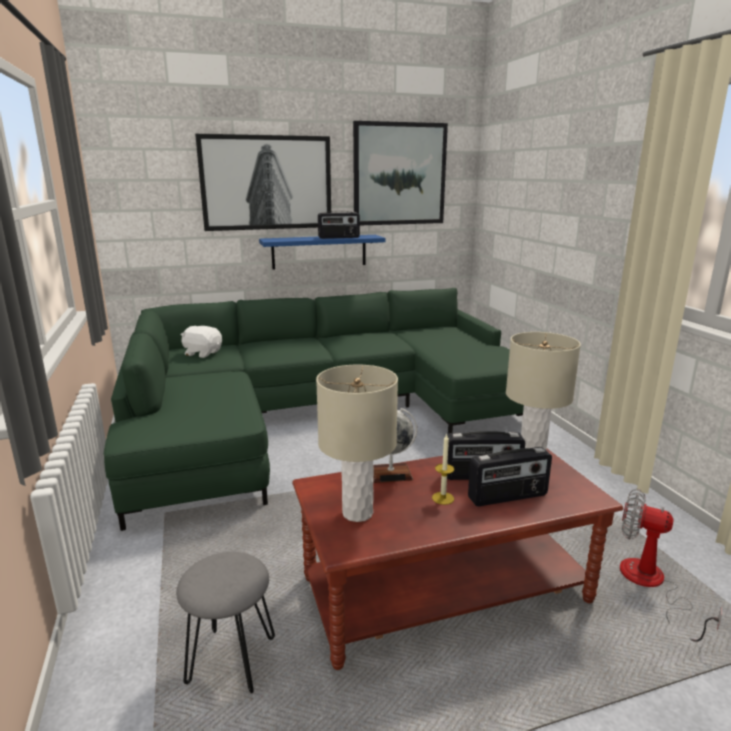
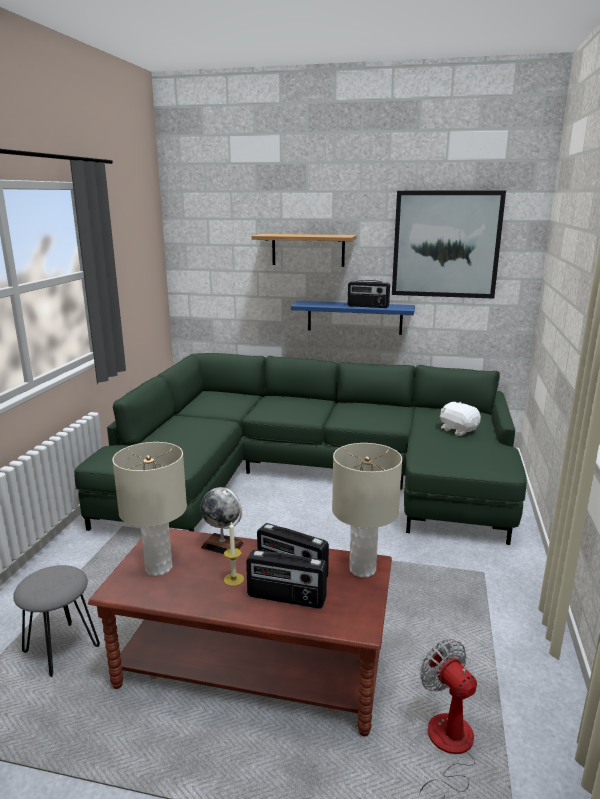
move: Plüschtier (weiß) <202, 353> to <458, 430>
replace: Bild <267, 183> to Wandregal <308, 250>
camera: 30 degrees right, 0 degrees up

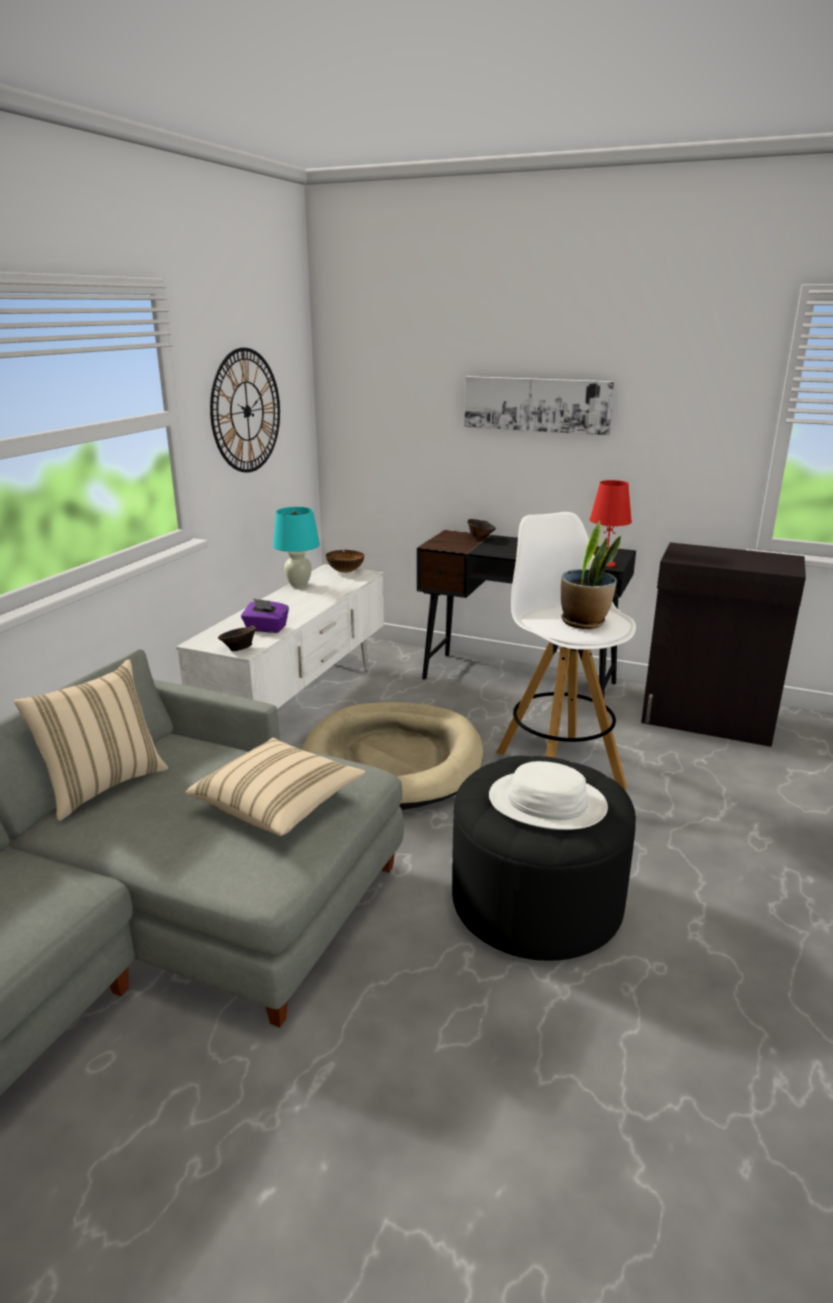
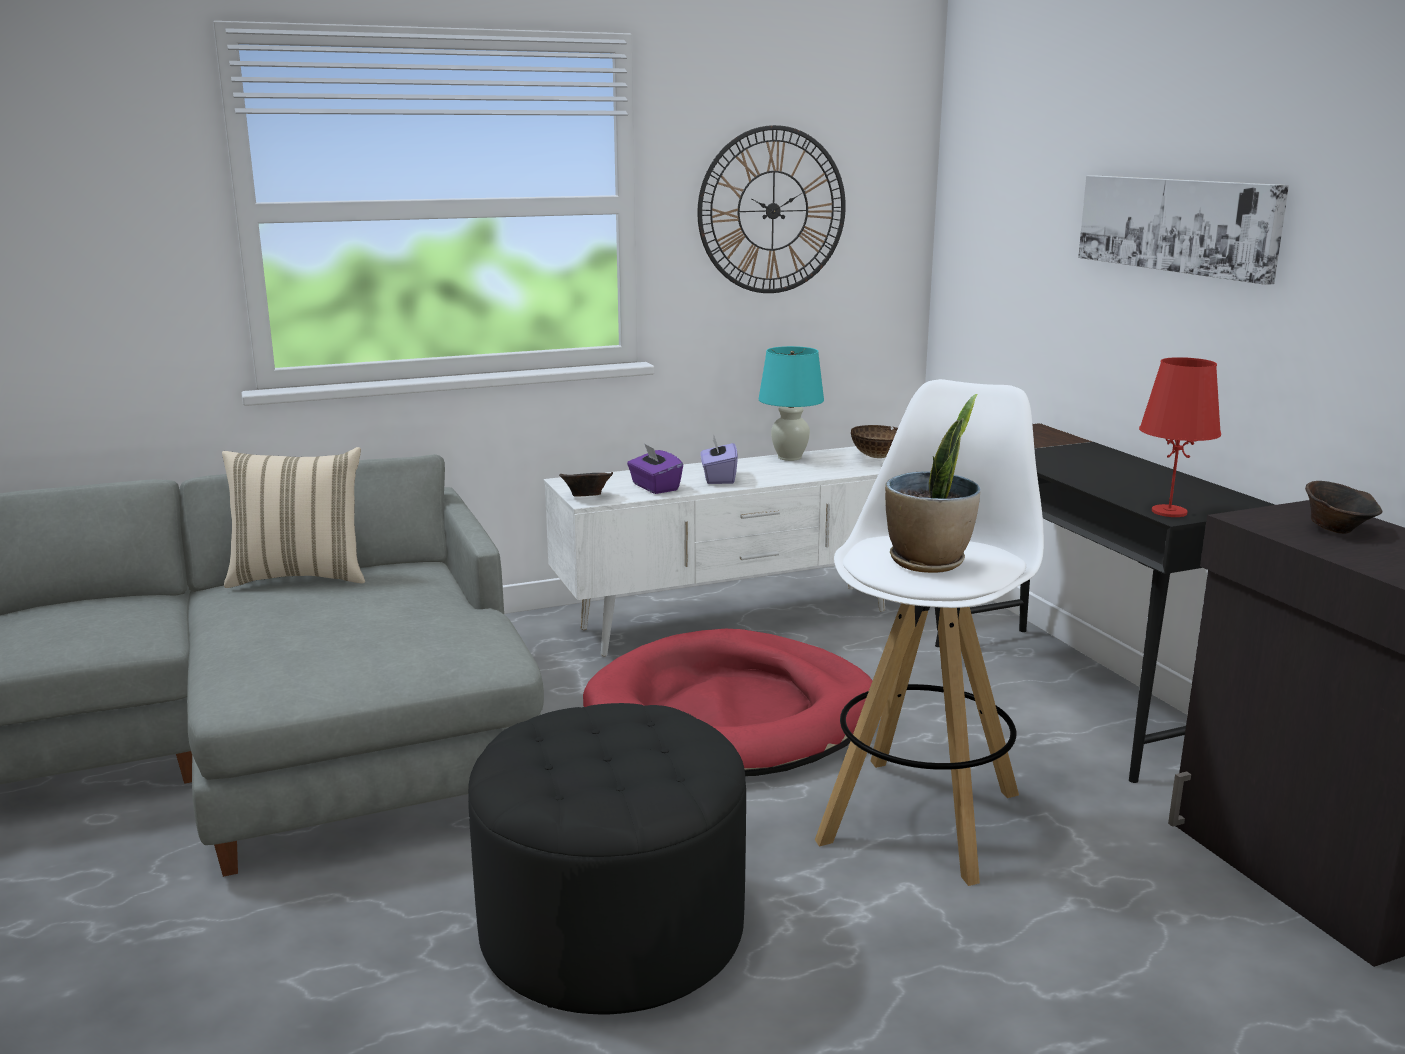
delete: Kissen (beige) <279, 804>; Hut (weiß) <547, 803>
insert: Taschentuchbox (lila) <718, 478>
move: Schüssel (braun) <480, 538> to <1337, 530>
recolor: Hundebett (beige) <393, 761> to Hundebett (rot) <732, 714>
camera: 45 degrees right, 5 degrees down

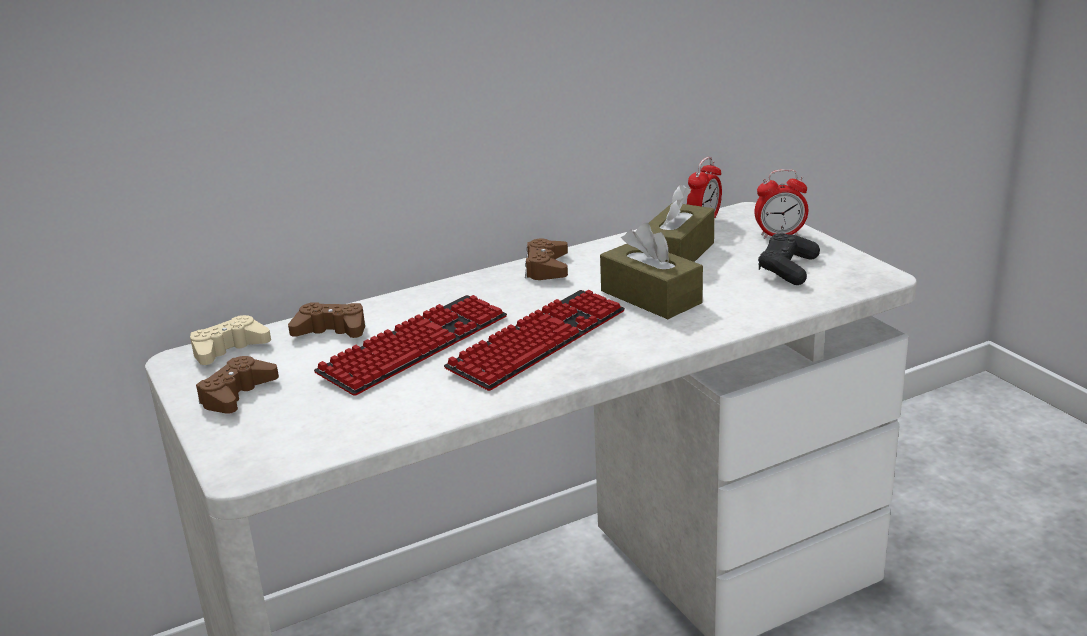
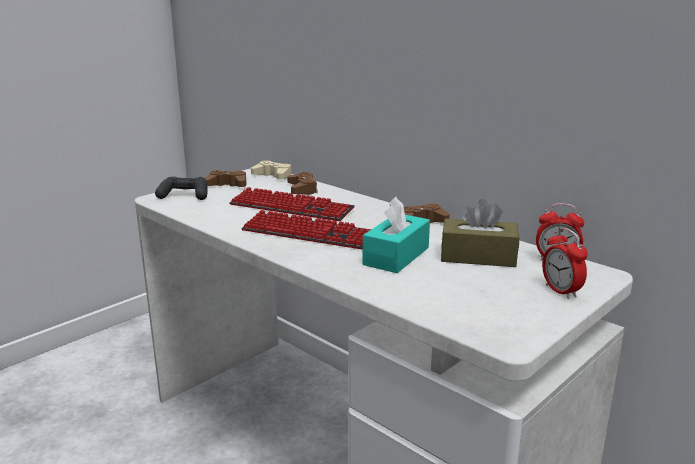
move: Gamepad (schwarz) <787, 269> to <184, 196>
recolor: Taschentuchbox (braun) <651, 297> to Taschentuchbox (türkis) <396, 256>
camera: 70 degrees right, 5 degrees down

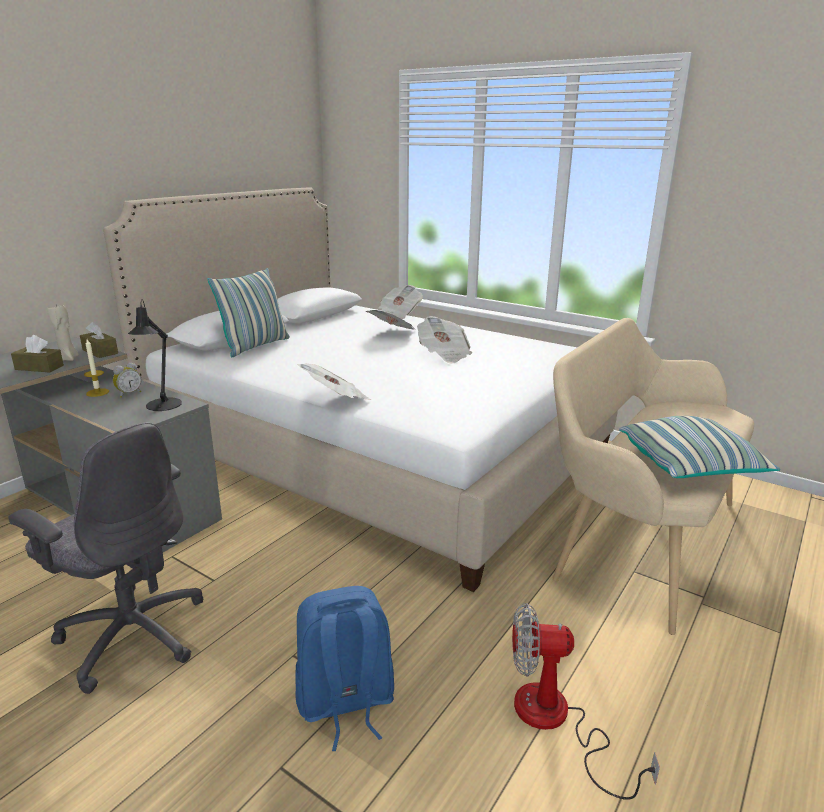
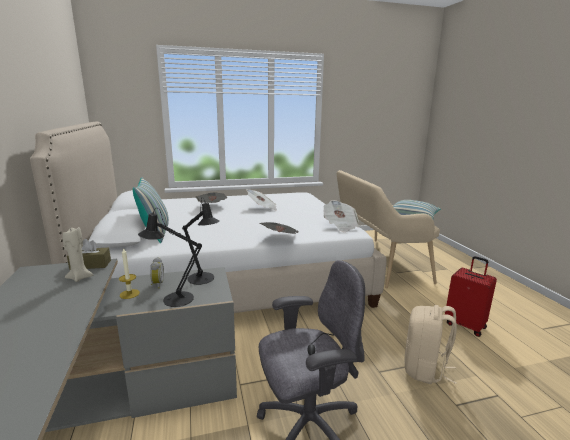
delete: Taschentuchbox (braun) <39, 367>
insert: Tischlampe (schwarz) <173, 299>
move: Zeitung <398, 315> to <340, 225>
replace: Ventilator <555, 722> to Koffer (rot) <465, 325>
recolor: Rucksack (blau) <345, 703> to Rucksack (beige) <425, 369>
camera: 50 degrees left, 5 degrees down

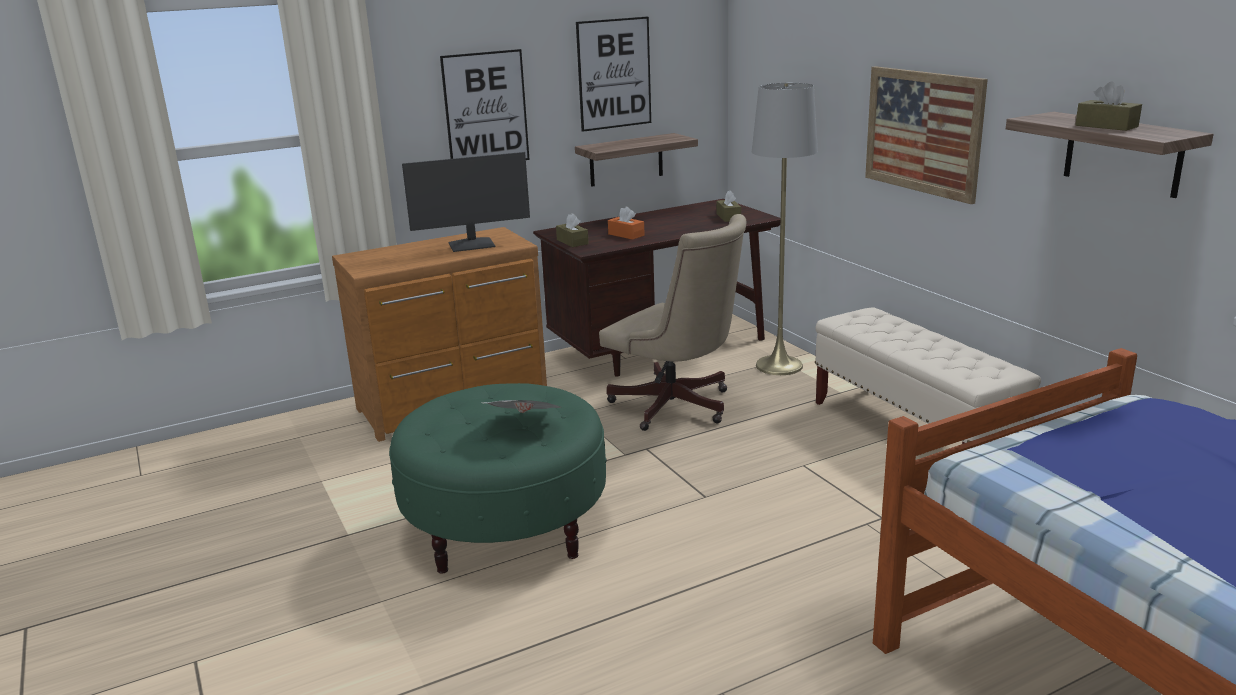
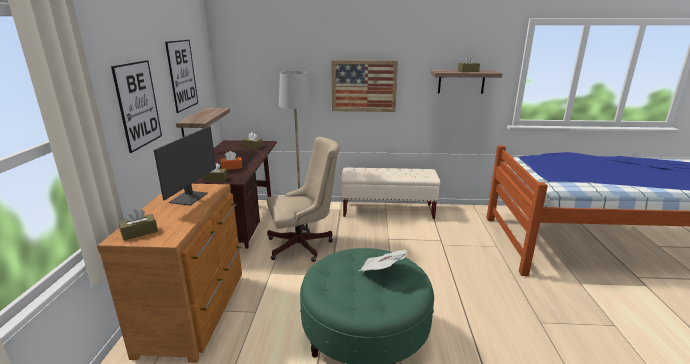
insert: Taschentuchbox (braun) <139, 232>
camera: 60 degrees left, 0 degrees up

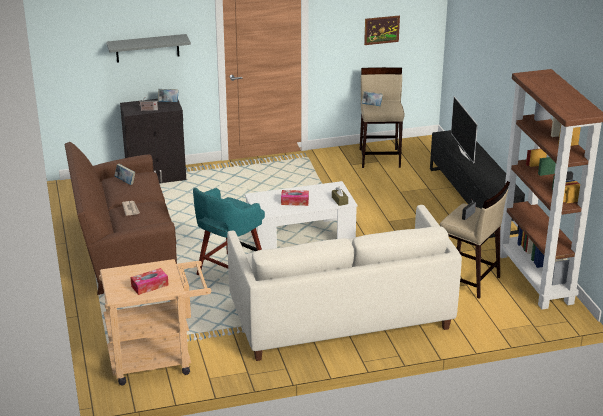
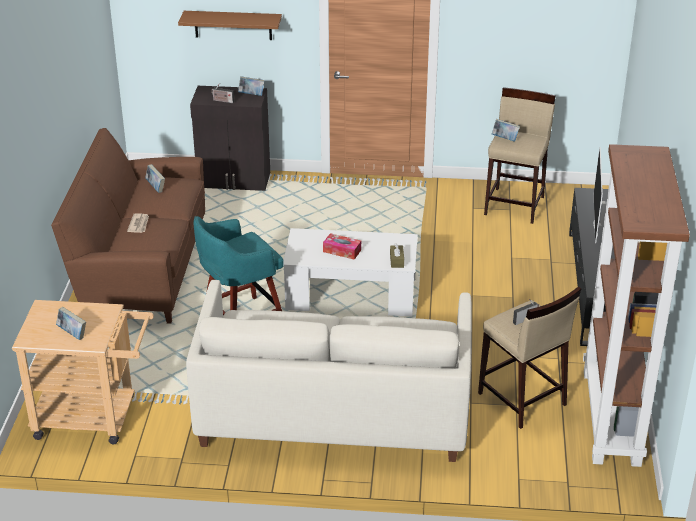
delete: Bild <381, 30>
replace: Taschentuchbox <149, 286> to Buch <72, 333>
recolor: Wandregal (grau) <147, 48> to Wandregal (braun) <233, 25>
camera: 20 degrees right, 5 degrees up

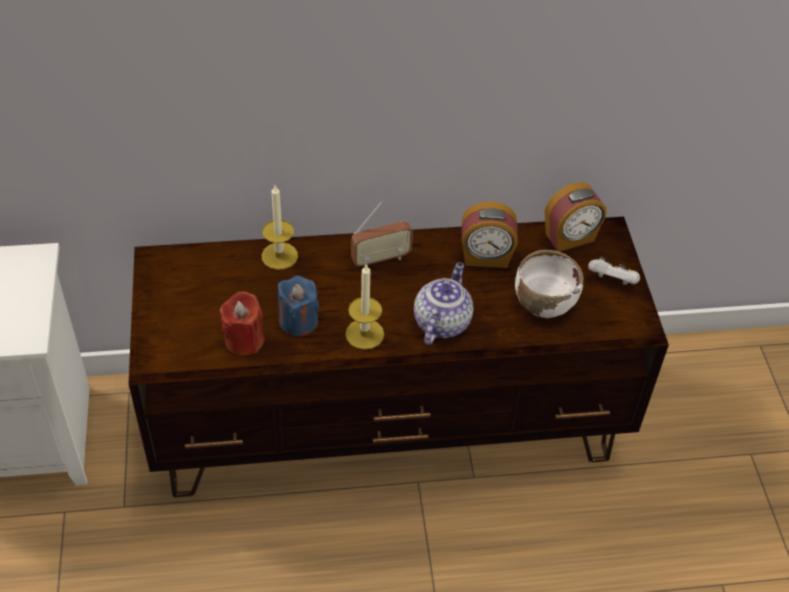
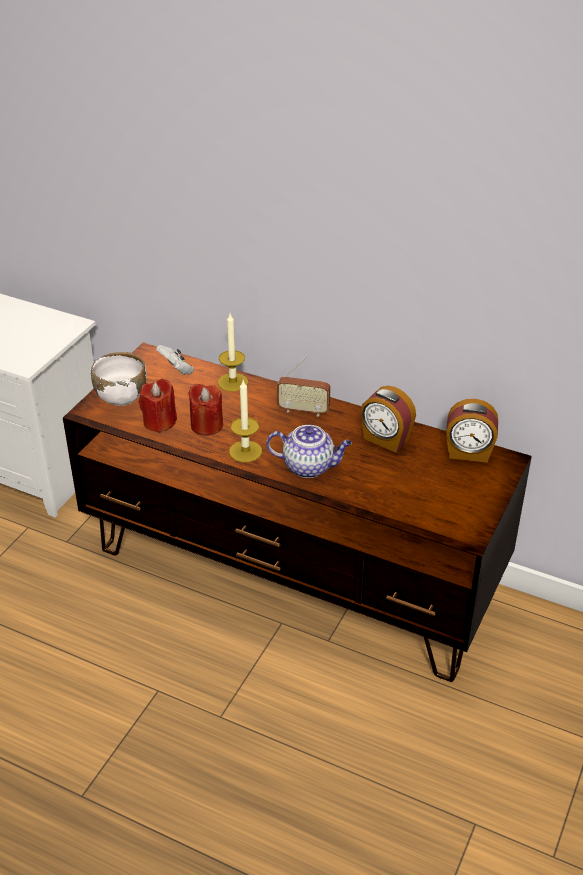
move: Schüssel (weiß) <543, 303> to <121, 396>; Gamepad (weiß) <612, 281> to <177, 370>
recolor: Kerze (blau) <298, 321> to Kerze (rot) <207, 425>
rotate: Teekanne <441, 322> = <309, 466> 45 degrees clockwise
camera: 35 degrees right, 10 degrees down

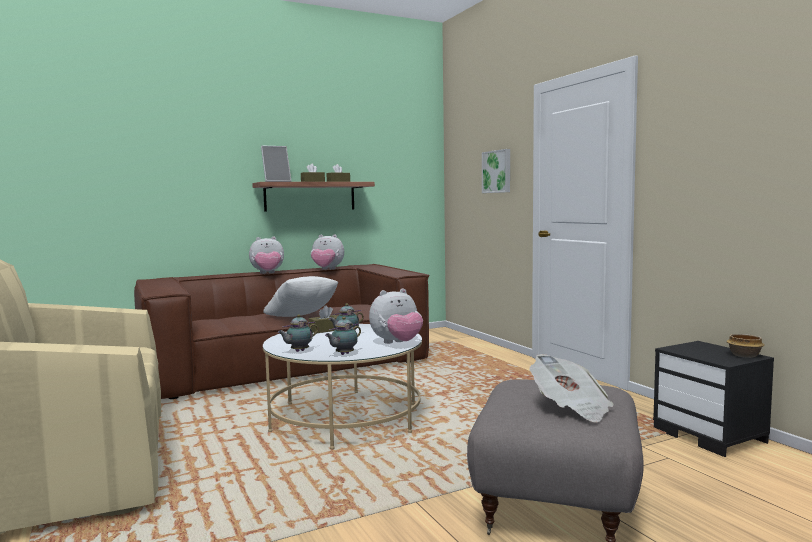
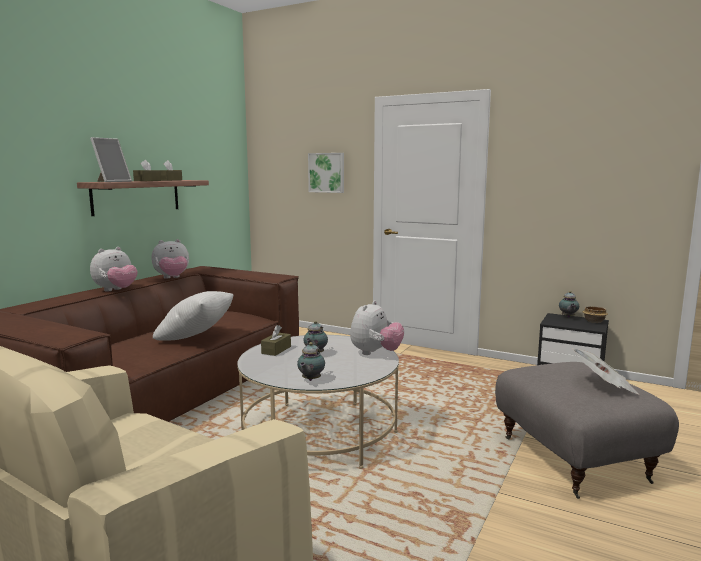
move: Teekanne <343, 354> to <568, 317>
camera: 35 degrees left, 5 degrees up

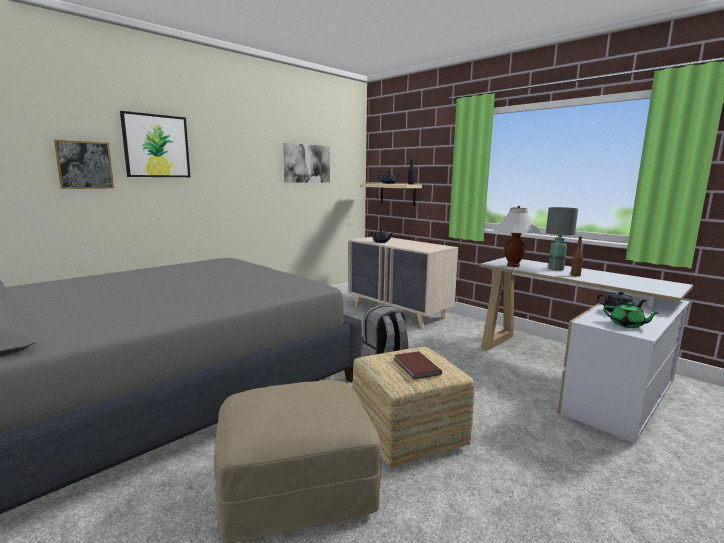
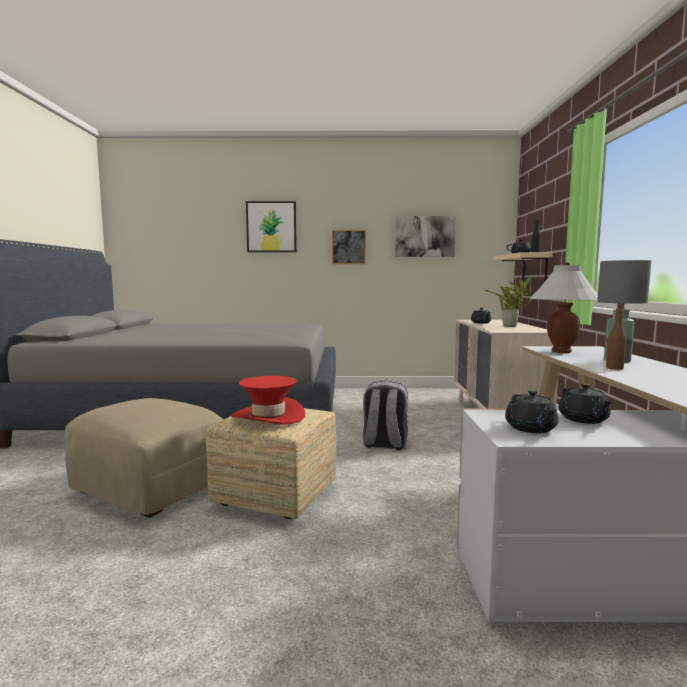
insert: Topfpflanze <511, 326>
move: Bild <84, 165> to <348, 247>
replace: Buch (braun) <416, 367> to Hut (rot) <268, 416>
recolor: Teekanne (grün) <627, 325> to Teekanne (schwarz) <531, 428>
camera: 45 degrees right, 5 degrees down

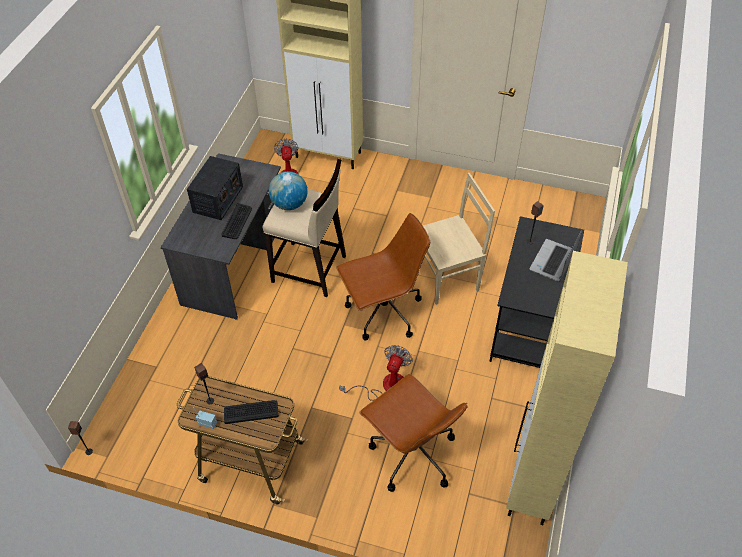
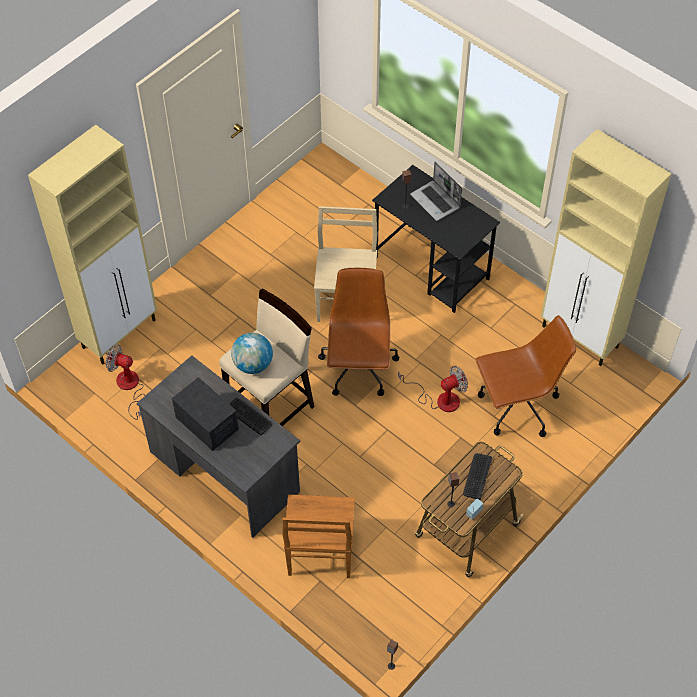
insert: Stuhl (braun) <320, 554>
rotate: Ventilator <385, 386> = <440, 399> 105 degrees clockwise
camera: 65 degrees left, 5 degrees up

